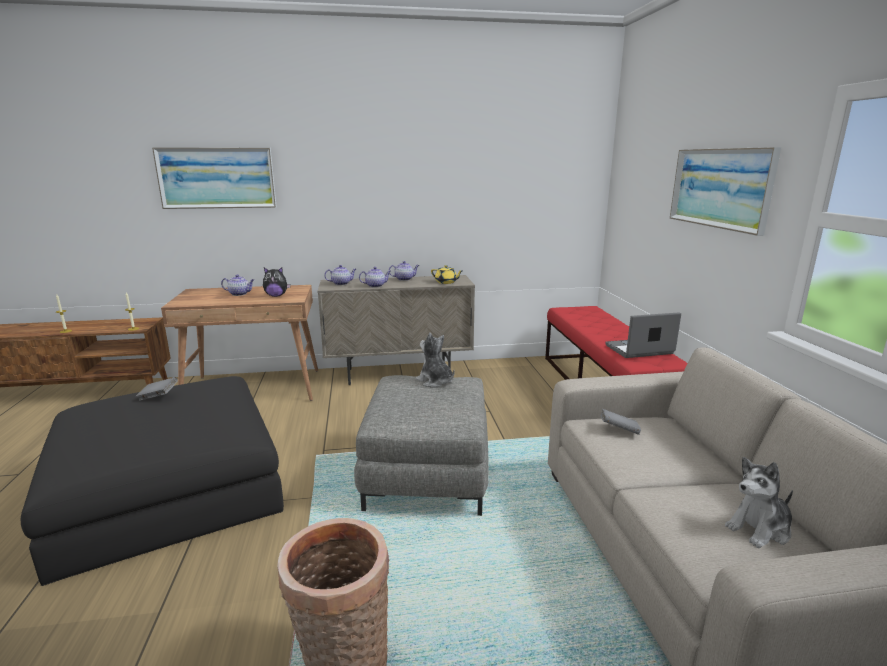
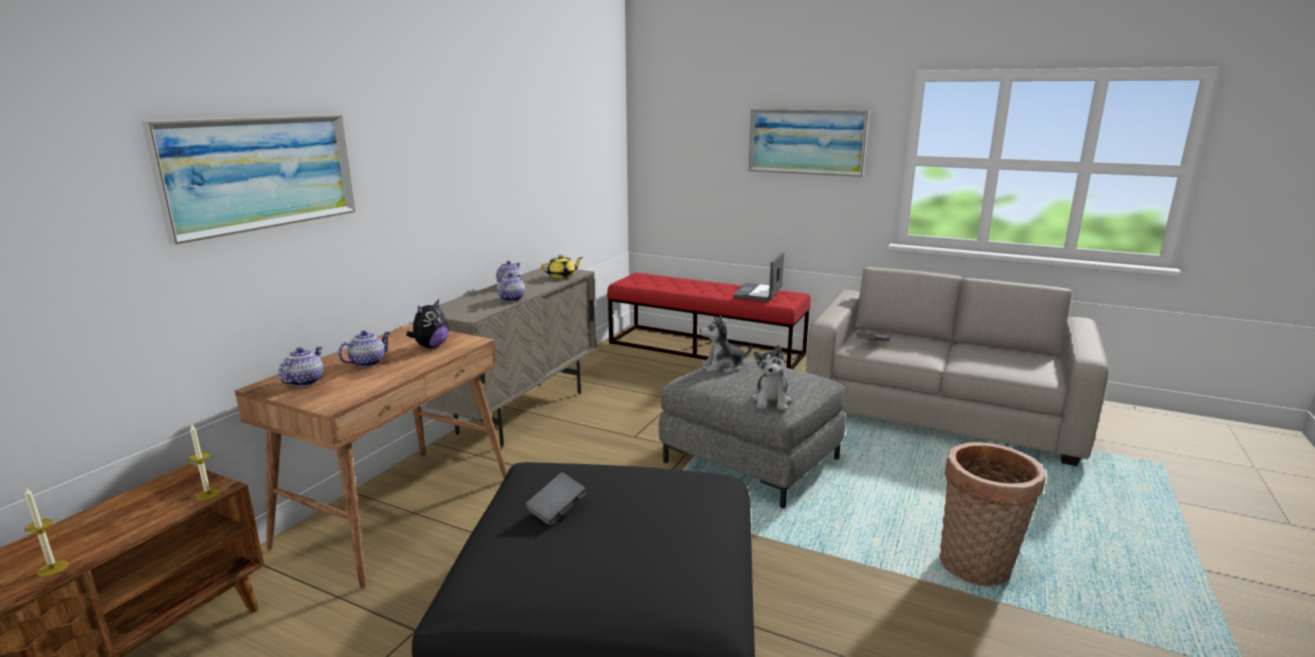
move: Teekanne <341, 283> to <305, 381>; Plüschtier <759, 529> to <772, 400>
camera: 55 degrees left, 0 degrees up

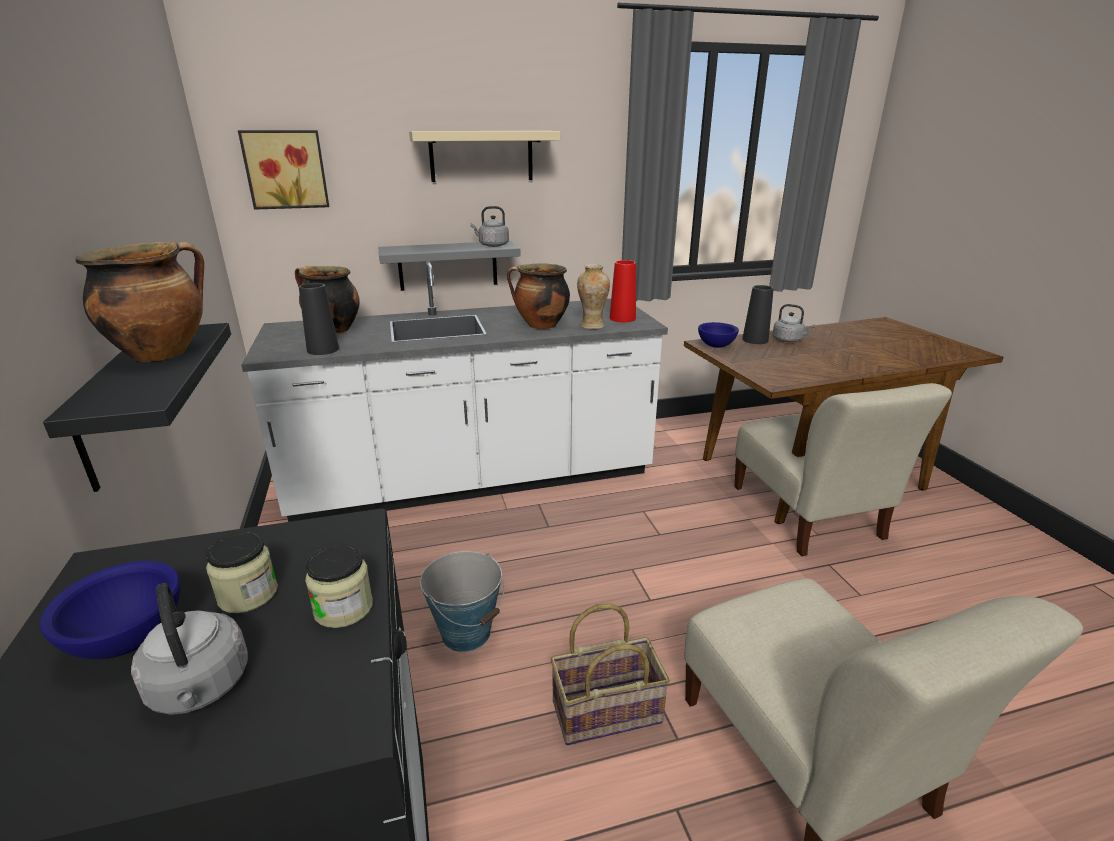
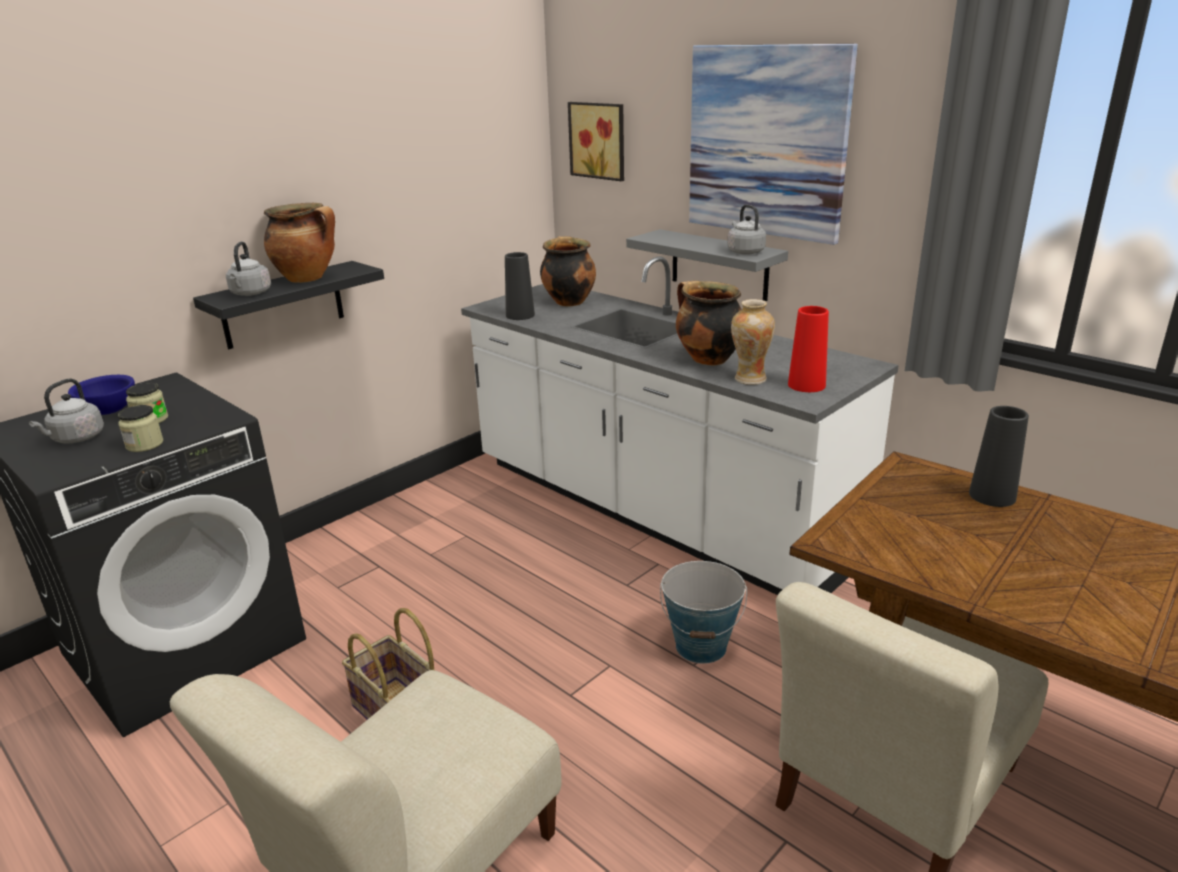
delete: Schüssel (blau) <715, 346>
move: Wasserkessel (grau) <789, 340> to <250, 293>; Eimer <466, 633> to <701, 646>
replace: Wandregal (beige) <481, 156> to Bild <766, 142>
camera: 60 degrees right, 0 degrees up

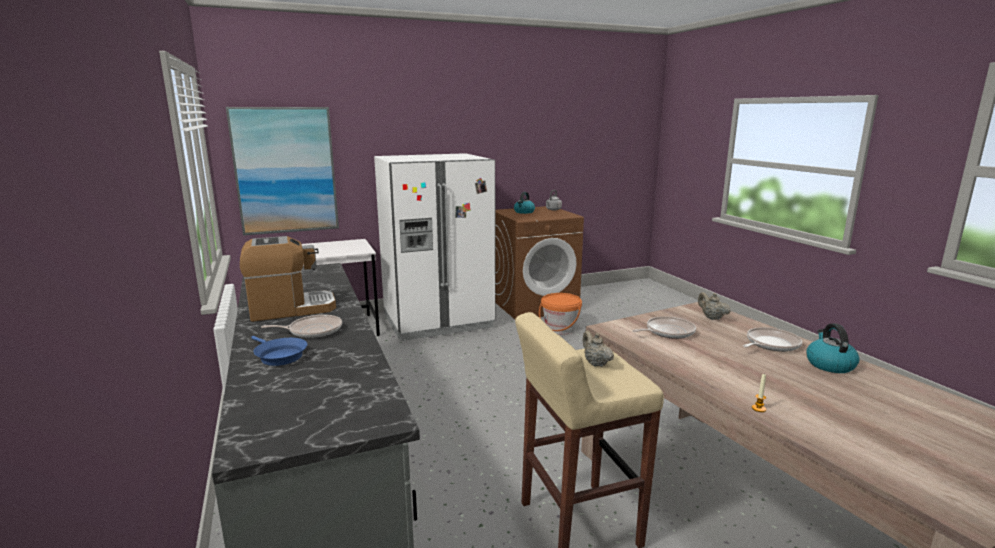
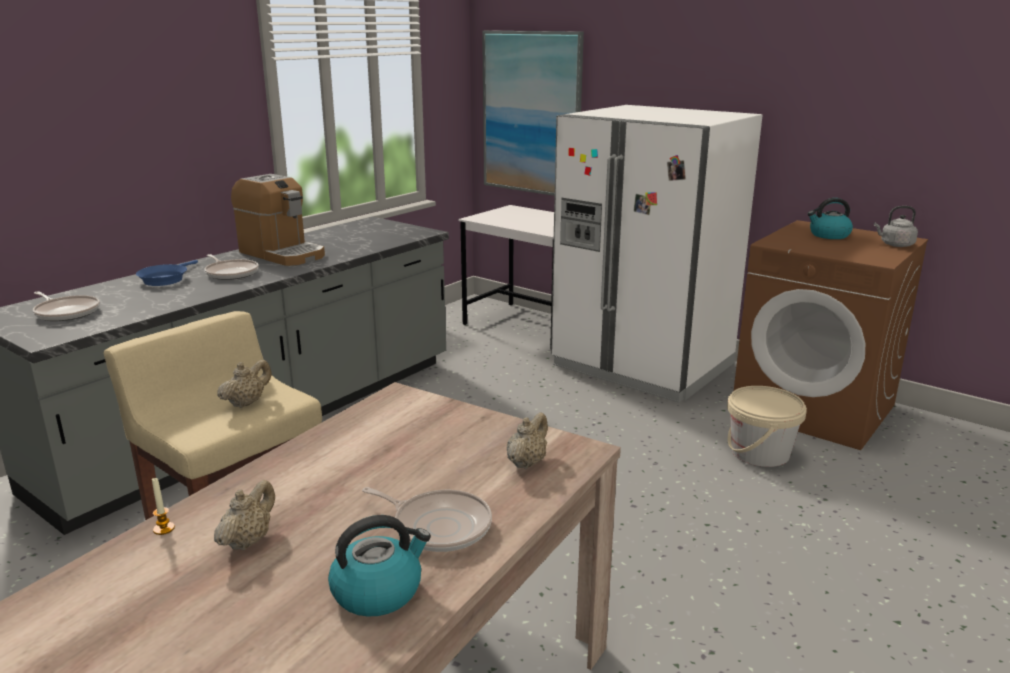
insert: Teekanne (beige) <248, 541>
move: Pfanne <667, 332> to <66, 312>
recolor: Eimer (orange) <560, 328> to Eimer (beige) <759, 452>
camera: 60 degrees right, 5 degrees up

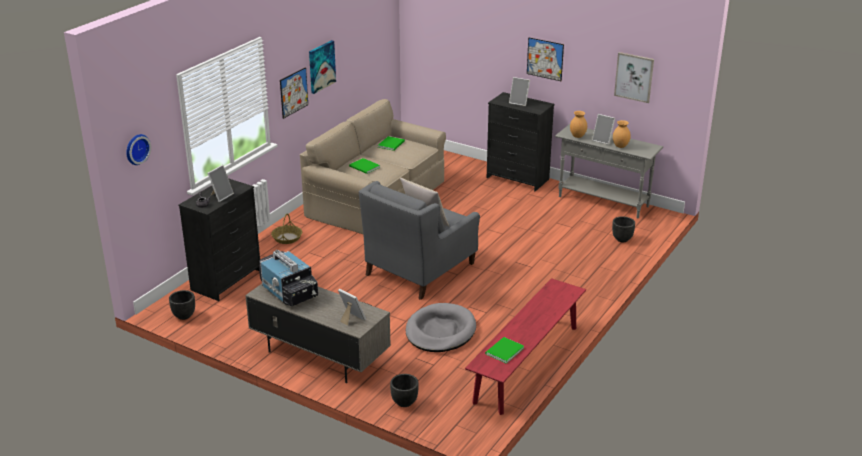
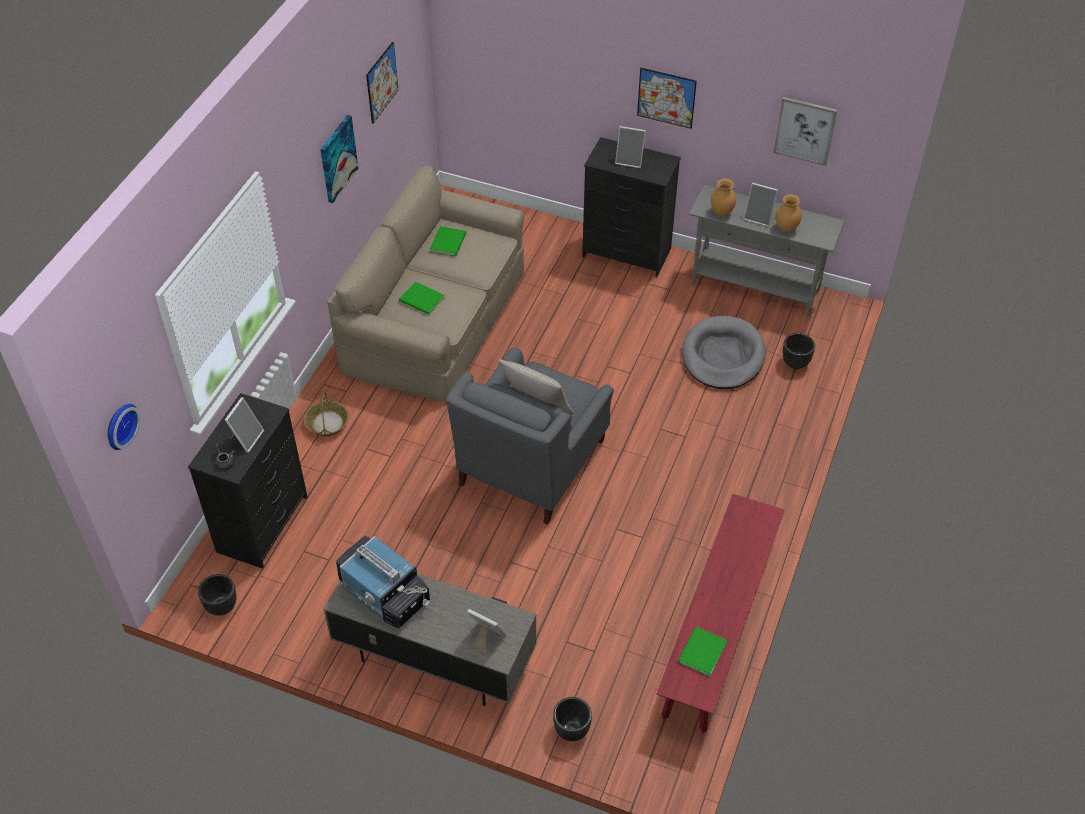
move: Bild <294, 92> to <382, 82>; Hundebett (grau) <440, 331> to <722, 356>
camera: 10 degrees left, 20 degrees up

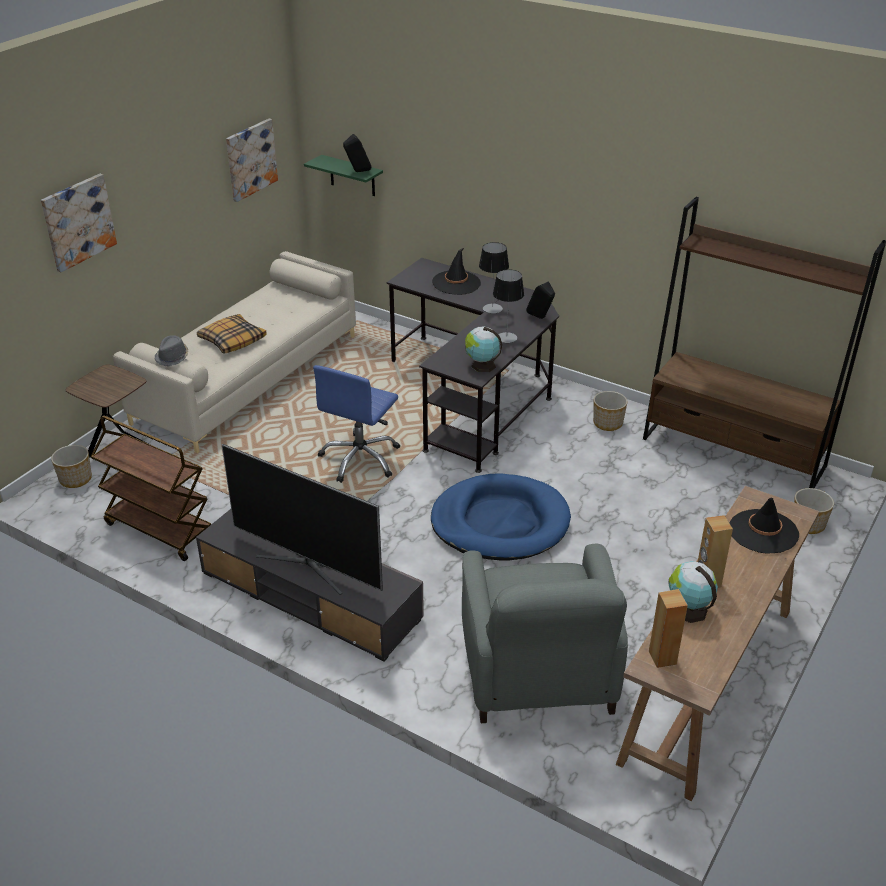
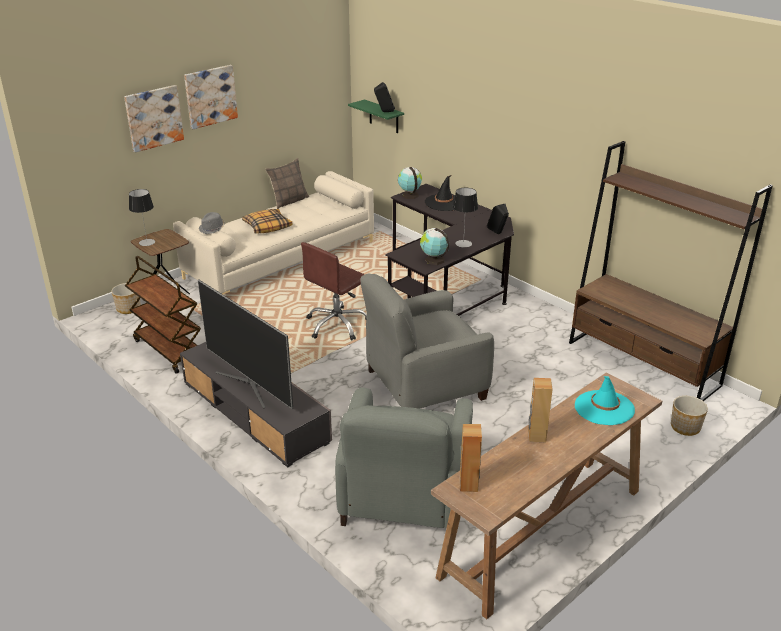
delete: Pflanzkübel <608, 423>
insert: Kissen <289, 201>
move: Bild <250, 159> to <210, 96>; Tischlampe <492, 308> to <147, 242>; Globus <688, 609> to <409, 195>
replace: Hundebett (blau) <500, 522> to Sessel (grau) <424, 385>
recolor: Bürostuhl (blau) <360, 459> to Bürostuhl (braun) <337, 325>; Hut (schwarz) <763, 532> to Hut (türkis) <604, 408>
camera: 15 degrees right, 5 degrees down

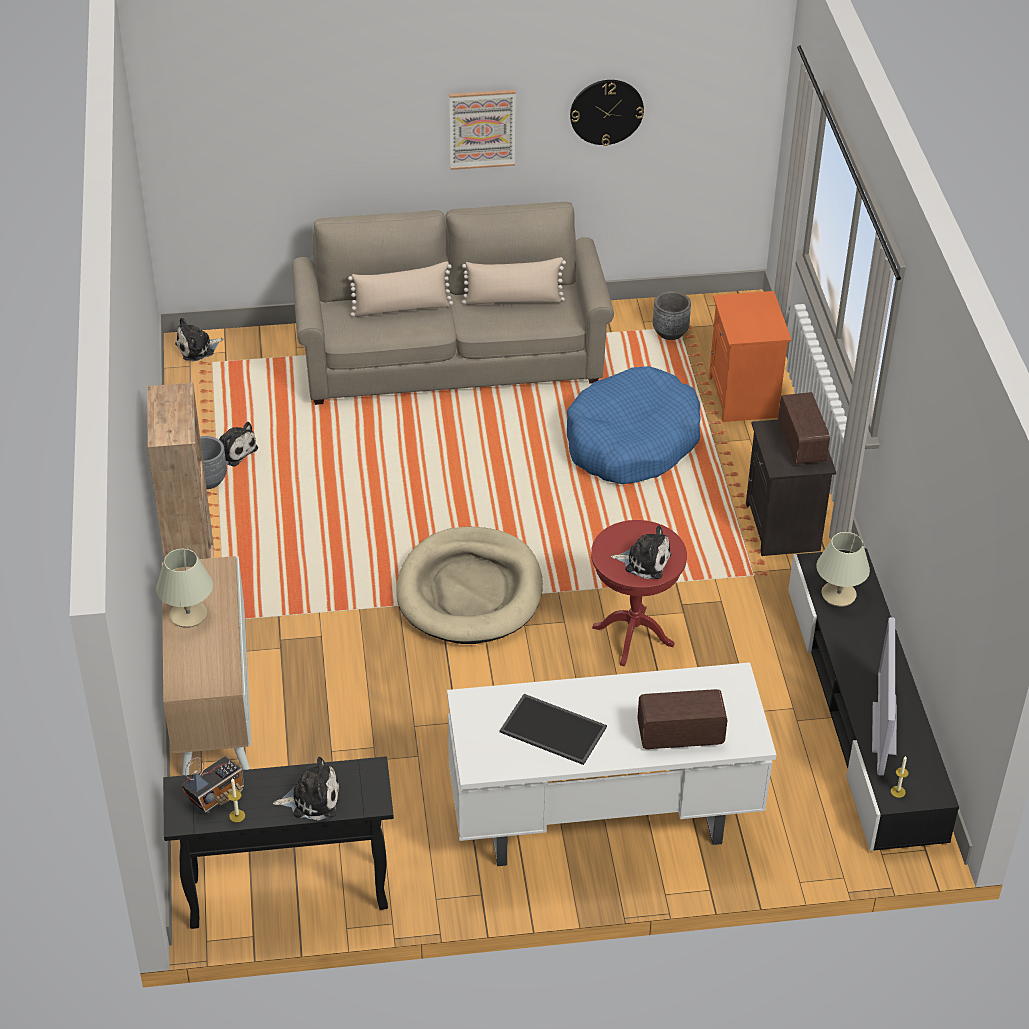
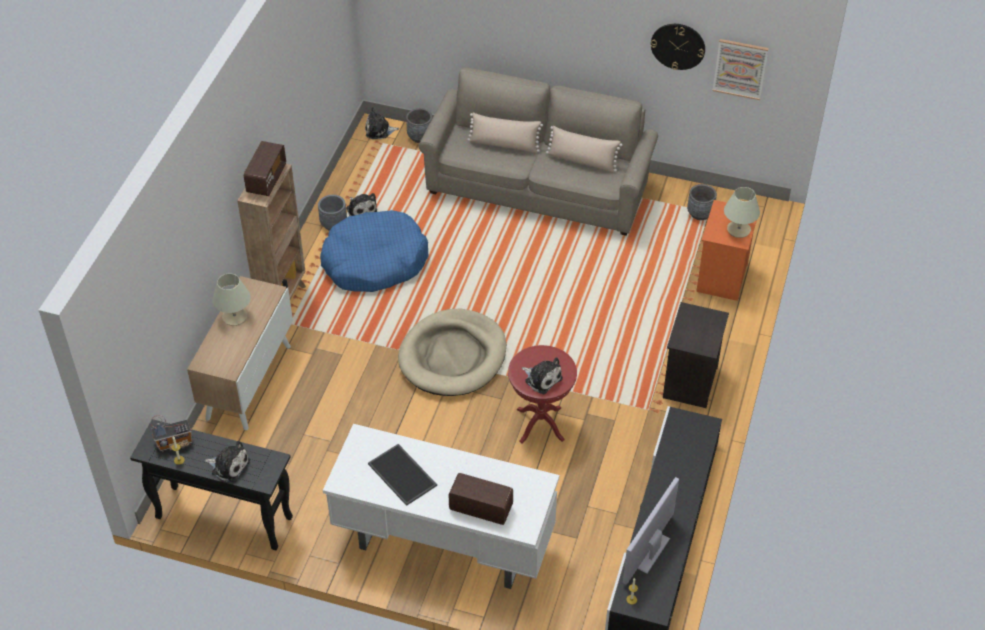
insert: Pflanzkübel (grau) <420, 137>
move: Bild <482, 128> to <740, 68>; Hundebett (blau) <631, 442> to <374, 261>; Radio <801, 443> to <266, 179>; Tischlampe (beige) <838, 594> to <738, 229>
camera: 25 degrees right, 5 degrees up

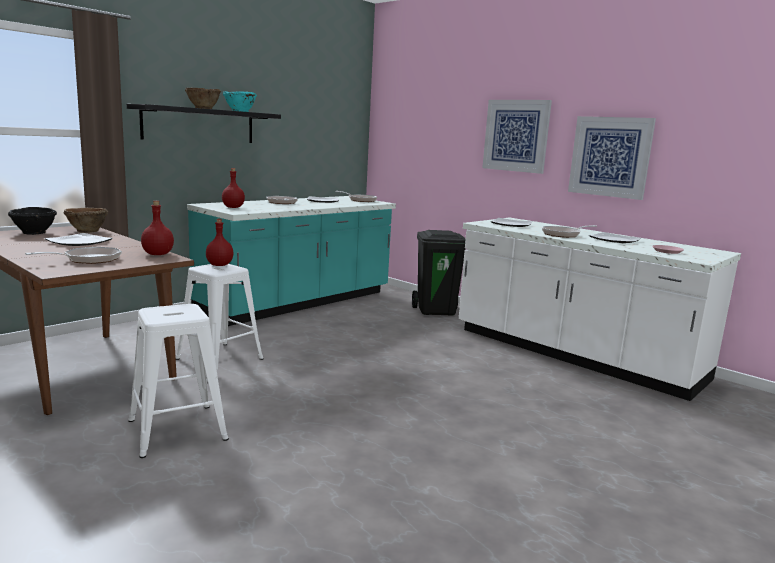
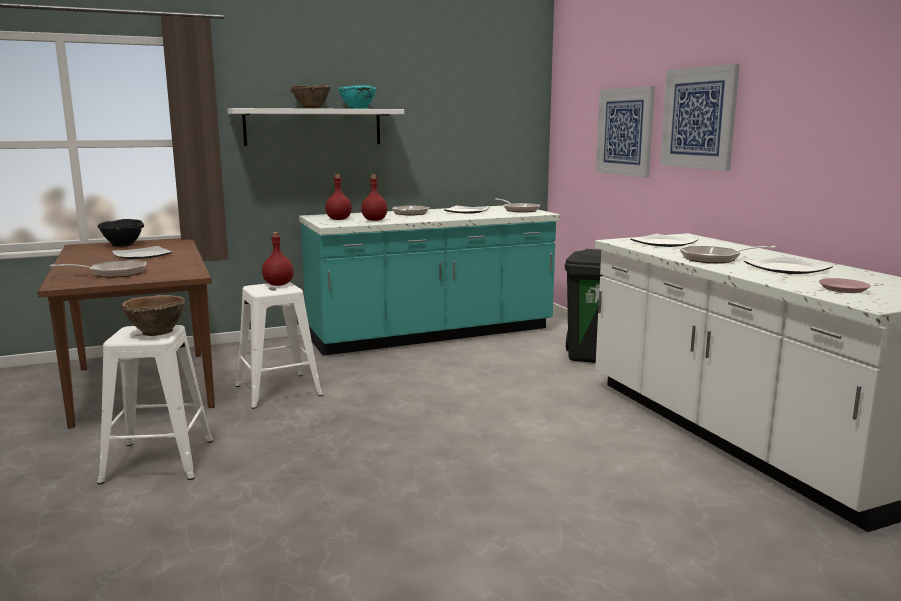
move: Bild <610, 157> to <625, 131>; Flasche (rot) <158, 254> to <375, 220>; Schüssel (braun) <87, 231> to <156, 332>
recolor: Wandregal (schwarz) <199, 125> to Wandregal (weiß) <313, 127>
camera: 25 degrees right, 0 degrees up

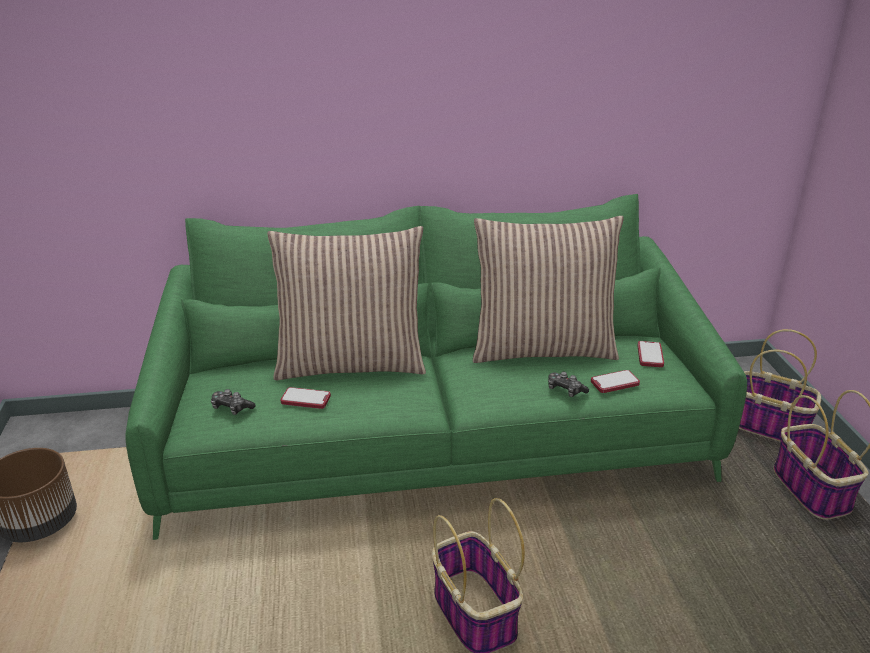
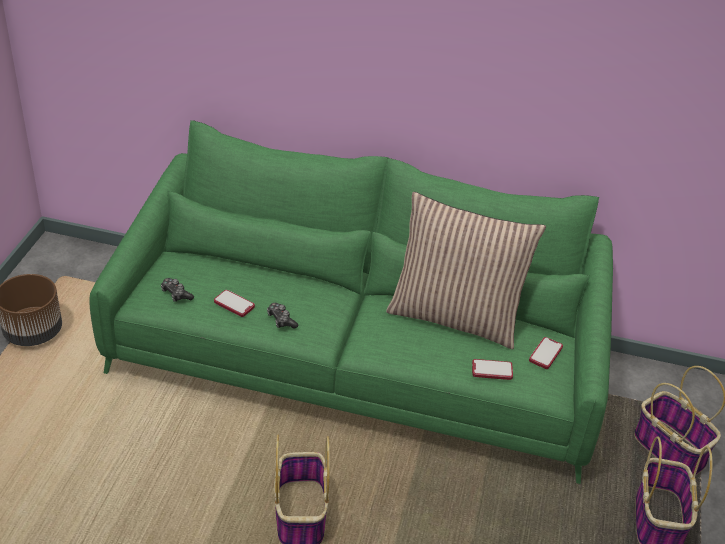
delete: Kissen <351, 363>
move: Gamepad <565, 390> to <281, 320>
camera: 20 degrees right, 10 degrees up

